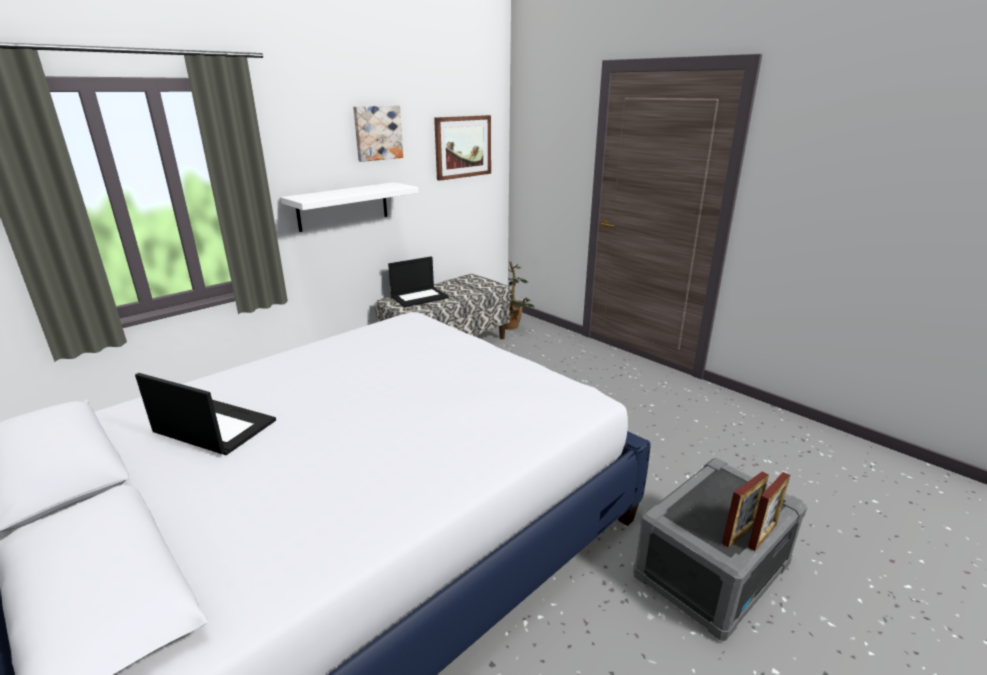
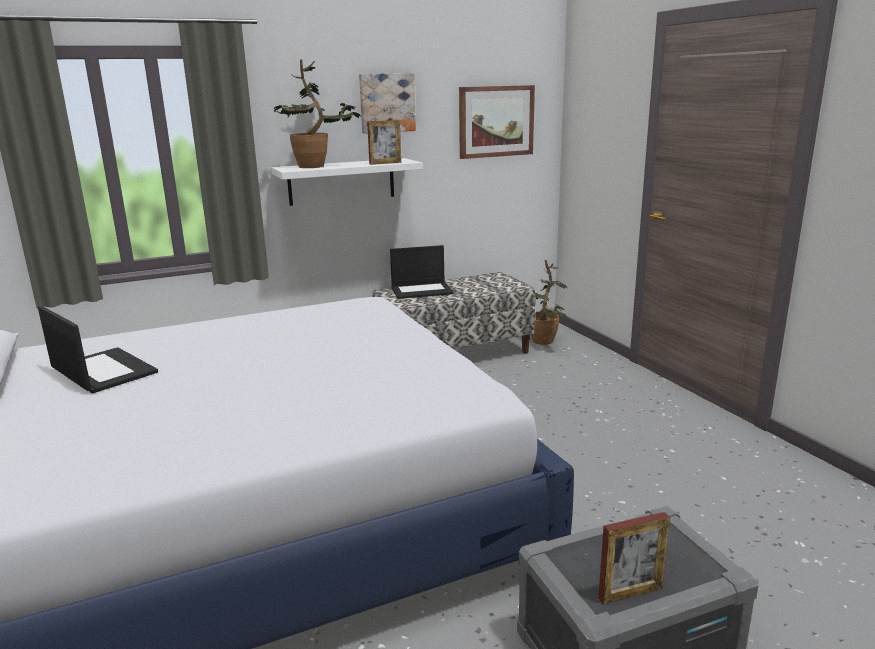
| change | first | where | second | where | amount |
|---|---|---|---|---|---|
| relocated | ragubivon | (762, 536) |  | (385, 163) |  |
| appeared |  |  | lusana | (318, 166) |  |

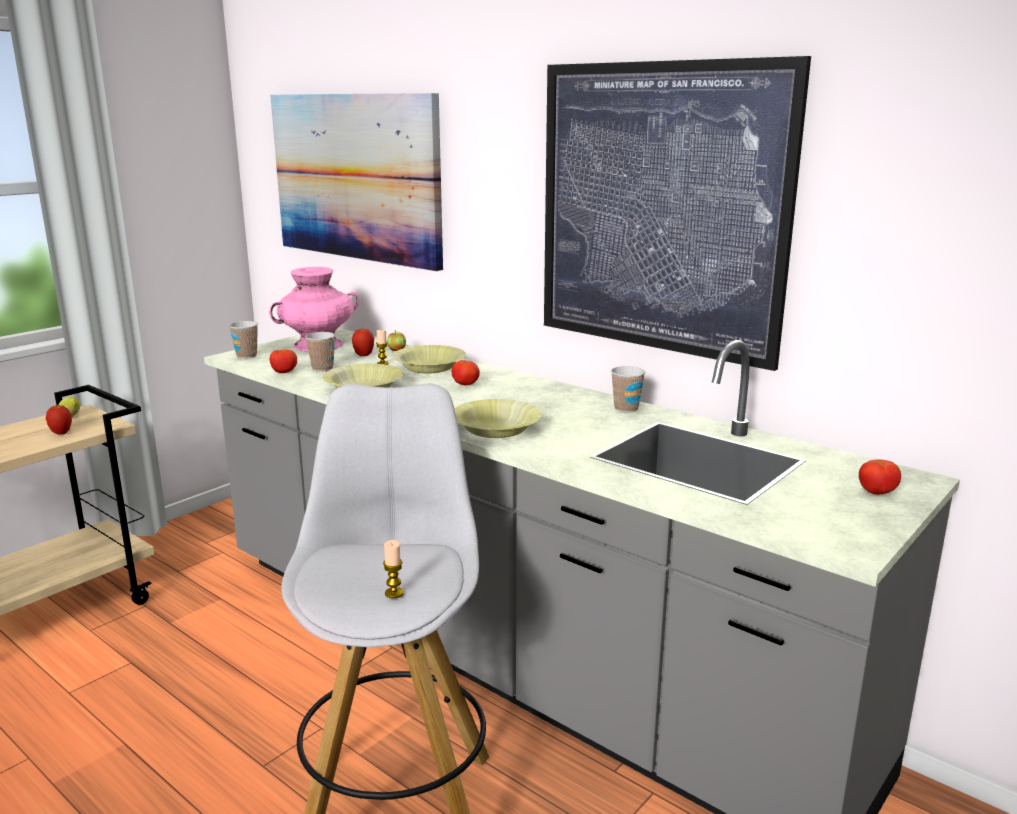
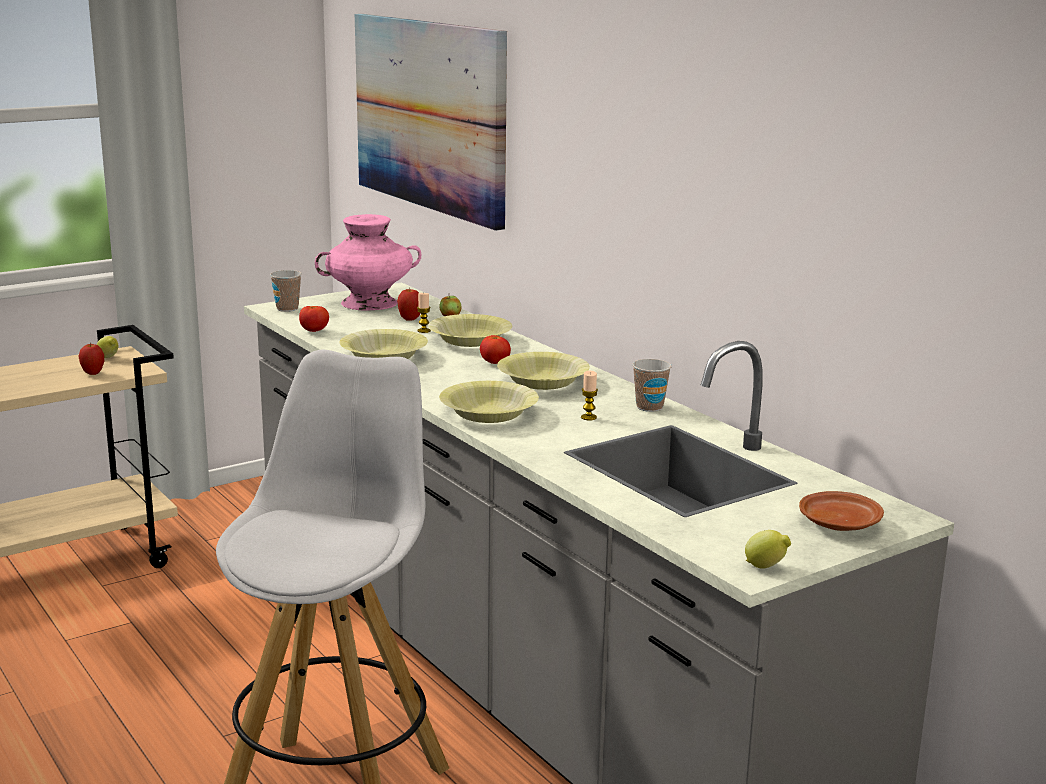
| change | first | where | second | where | amount |
|---|---|---|---|---|---|
| missing | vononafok | (659, 210) |  |  |  |
| missing | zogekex | (322, 368) |  |  |  |
| exchanged | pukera | (877, 493) | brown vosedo | (839, 524) |  |
| relocated | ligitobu | (394, 593) |  | (588, 417) |  |
| appeared |  |  | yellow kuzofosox | (543, 382) |  |
| appeared |  |  | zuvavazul | (766, 567) |  |

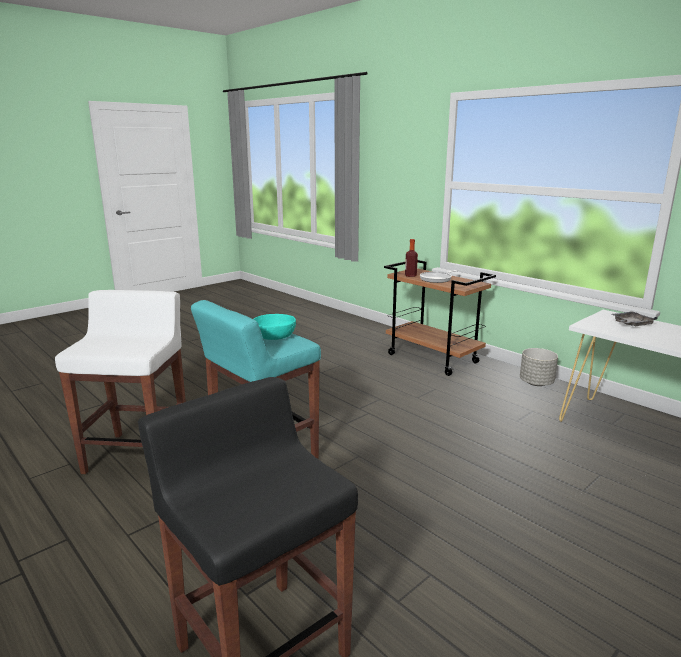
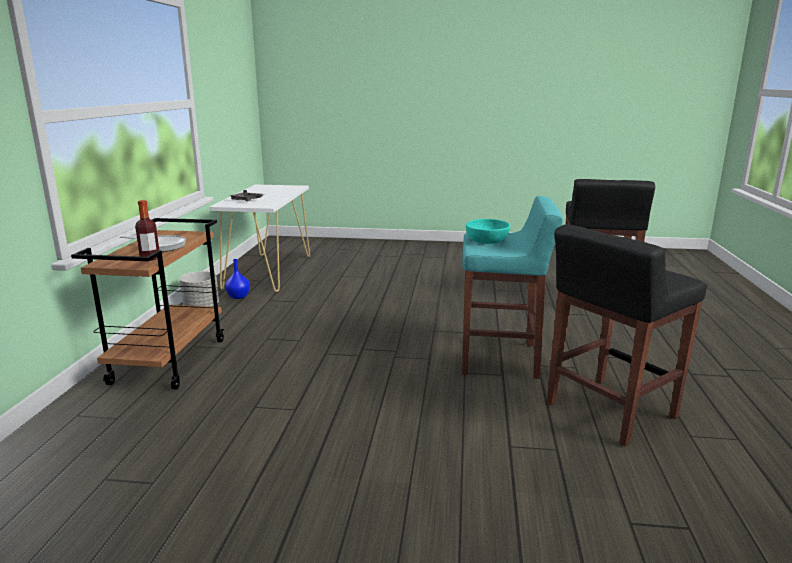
| change | first | where | second | where | amount |
|---|---|---|---|---|---|
| colour | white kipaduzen | (139, 454) | black kipaduzen | (609, 411) |  |
| appeared |  |  | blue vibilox | (238, 296) |  |

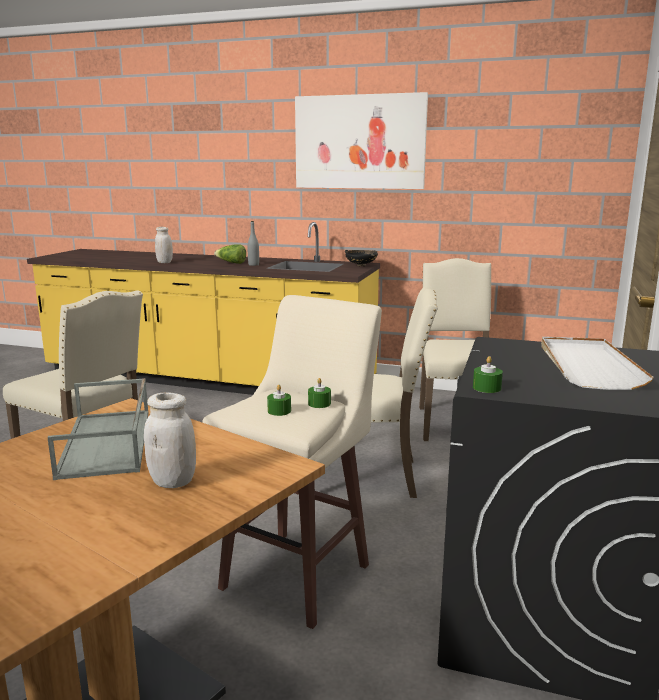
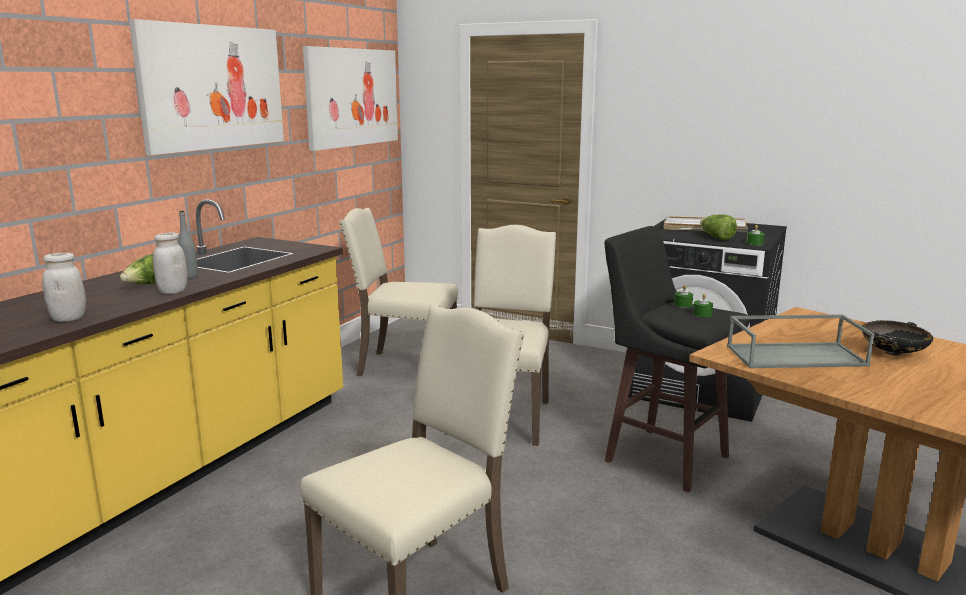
| change | first | where | second | where | amount |
|---|---|---|---|---|---|
| relocated | black kuzofosox | (361, 265) |  | (893, 353) |  |
| colour | beige kipaduzen | (299, 574) | black kipaduzen | (663, 457) |  |
| relocated | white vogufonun | (173, 481) |  | (173, 291) |  |
| appeared |  |  | vononafok | (352, 97) |  |
| appeared |  |  | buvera | (716, 237) |  |

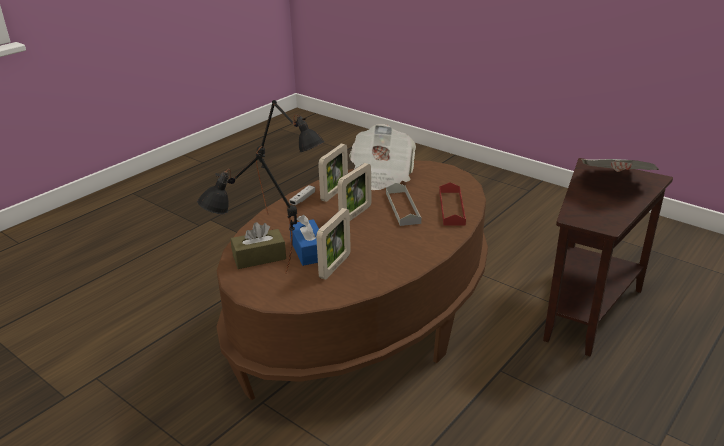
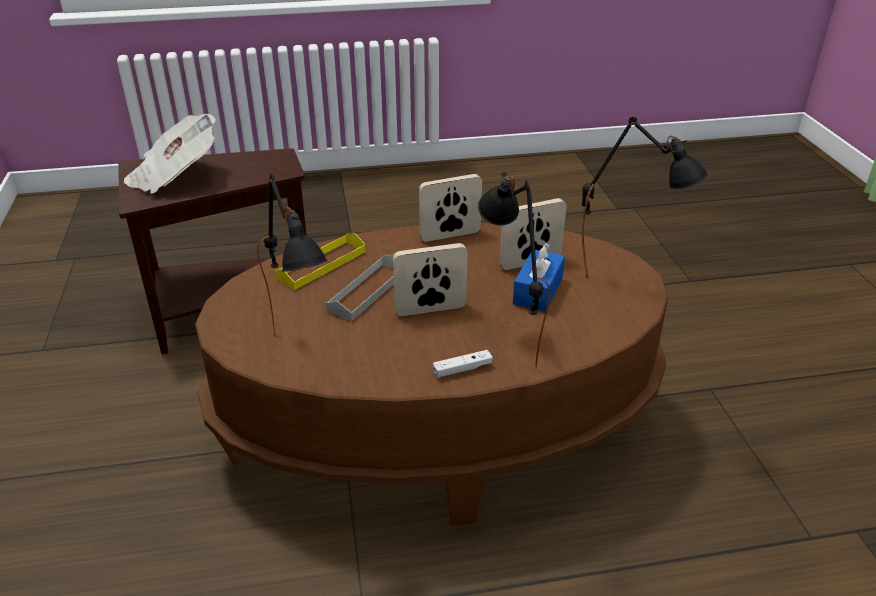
| change | first | where | second | where | amount |
|---|---|---|---|---|---|
| exchanged | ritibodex | (382, 174) | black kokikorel | (302, 355) |  |
| relocated | ragubivon | (334, 193) |  | (450, 235) |  |
| colour | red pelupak | (451, 208) | yellow pelupak | (321, 264) |  |
| missing | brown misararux | (259, 257) |  |  |  |

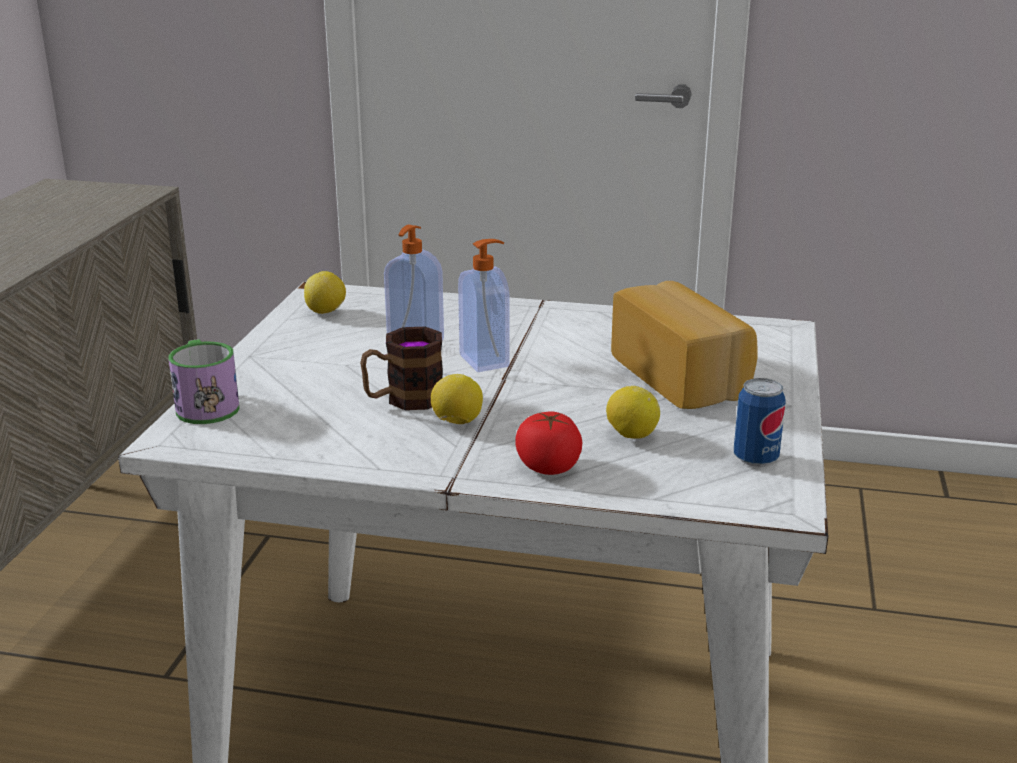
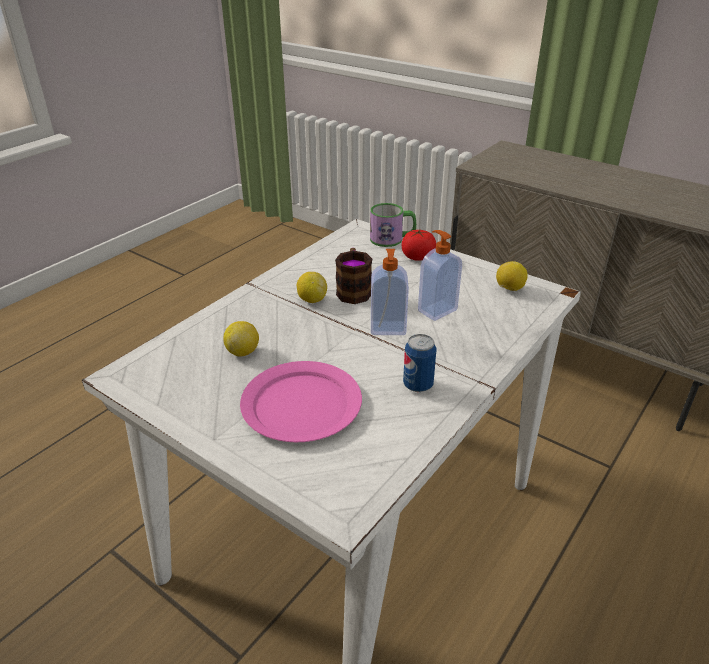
| change | first | where | second | where | amount |
|---|---|---|---|---|---|
| exchanged | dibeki | (683, 376) | pink vosedo | (301, 405) |  |
| relocated | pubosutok | (755, 459) |  | (418, 385) |  |
| relocated | pukera | (548, 467) |  | (418, 257) |  |

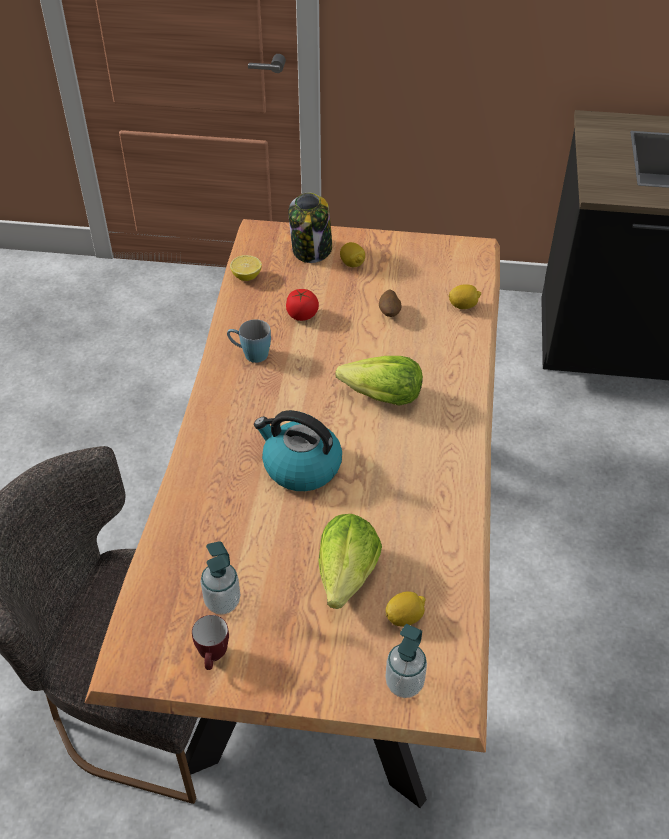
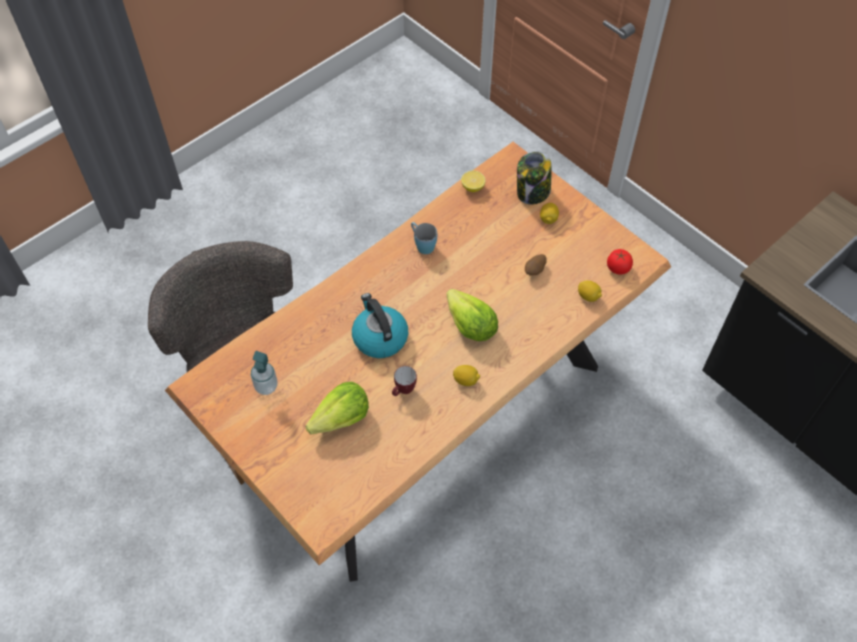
| change | first | where | second | where | amount |
|---|---|---|---|---|---|
| relocated | pukera | (302, 315) |  | (618, 268) |  |
| relocated | zuvavazul | (404, 617) |  | (466, 380) |  |
| relocated | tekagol | (213, 658) |  | (403, 391) |  |
| missing | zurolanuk | (404, 683) |  |  |  |

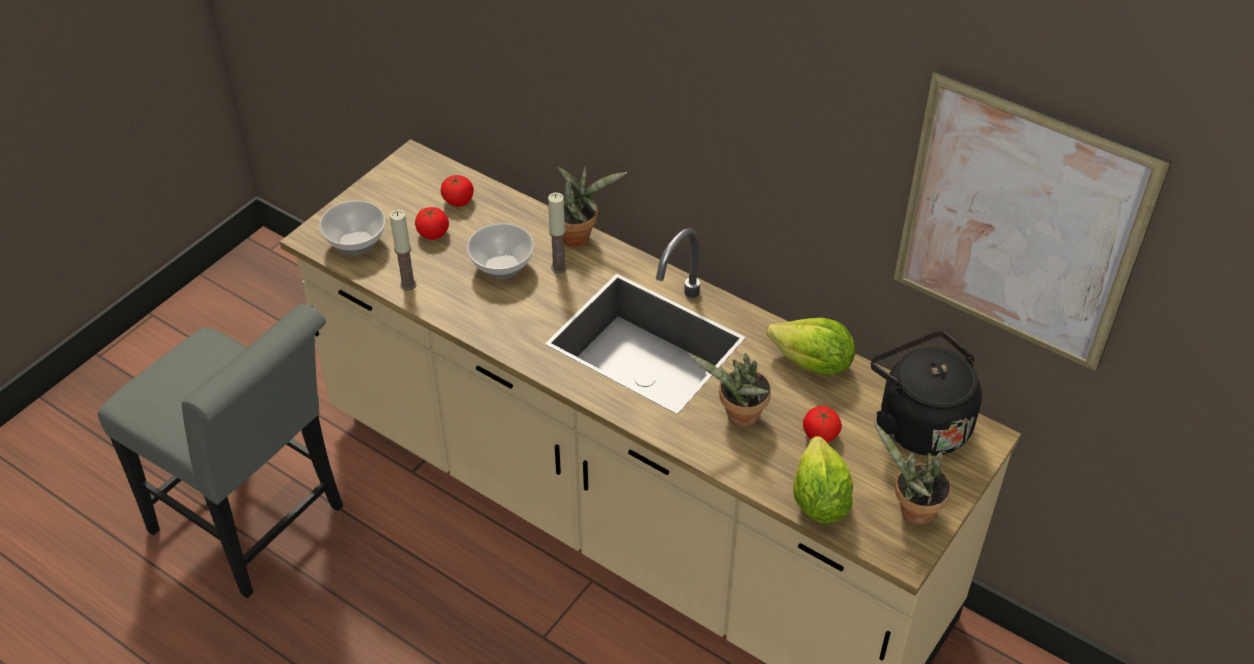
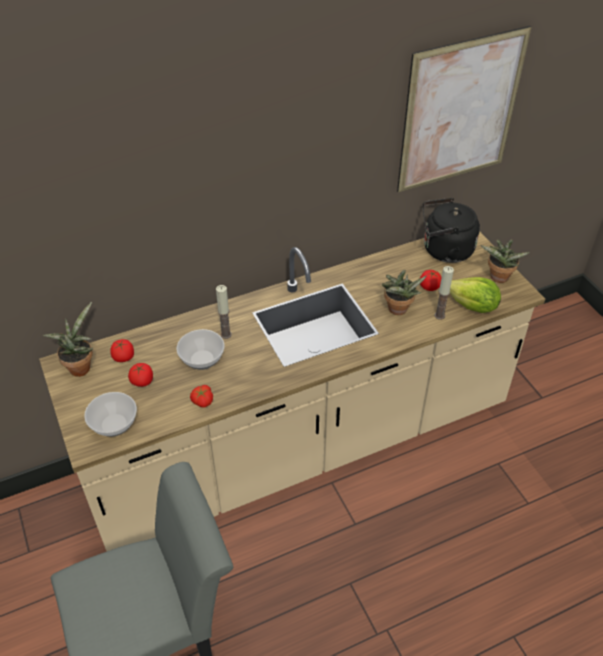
| change | first | where | second | where | amount |
|---|---|---|---|---|---|
| relocated | lusana | (579, 236) |  | (80, 366) |  |
| relocated | ligitobu | (408, 284) |  | (439, 315) |  |
| missing | buvera | (812, 364) |  |  |  |
| appeared |  |  | pukera | (202, 401) |  |

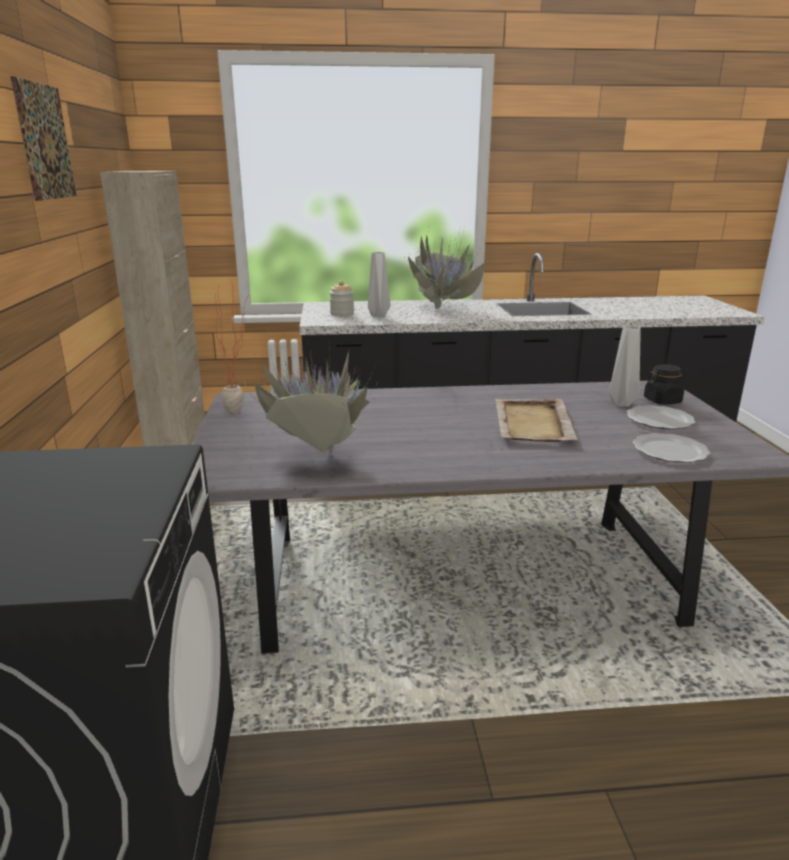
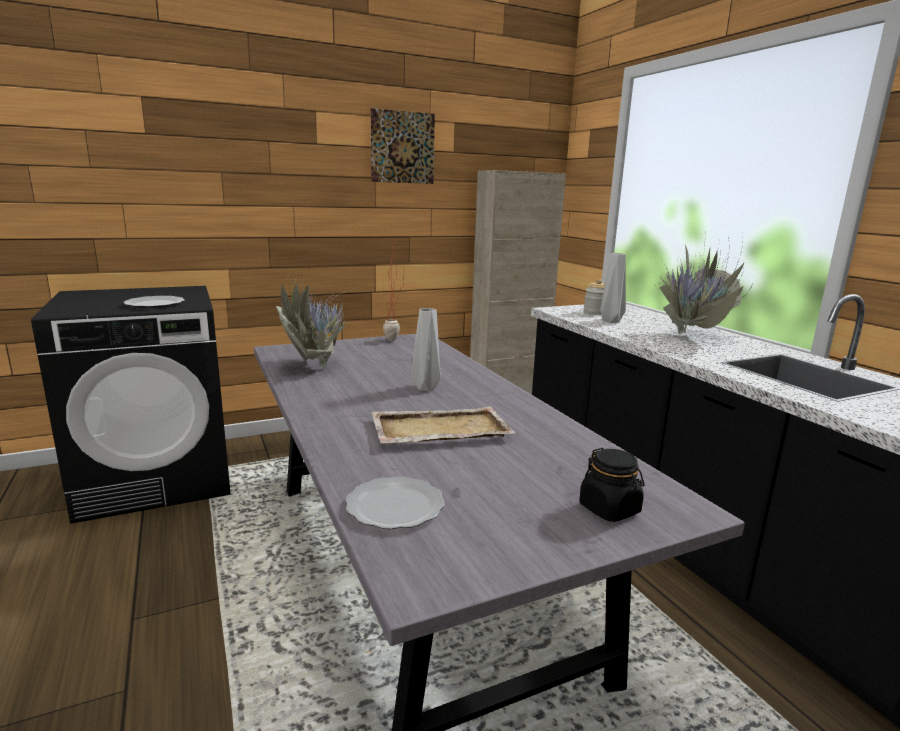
| change | first | where | second | where | amount |
|---|---|---|---|---|---|
| relocated | grey vibilox | (620, 403) |  | (427, 388) |  |
| relocated | vosedo | (658, 420) |  | (155, 304) |  |

